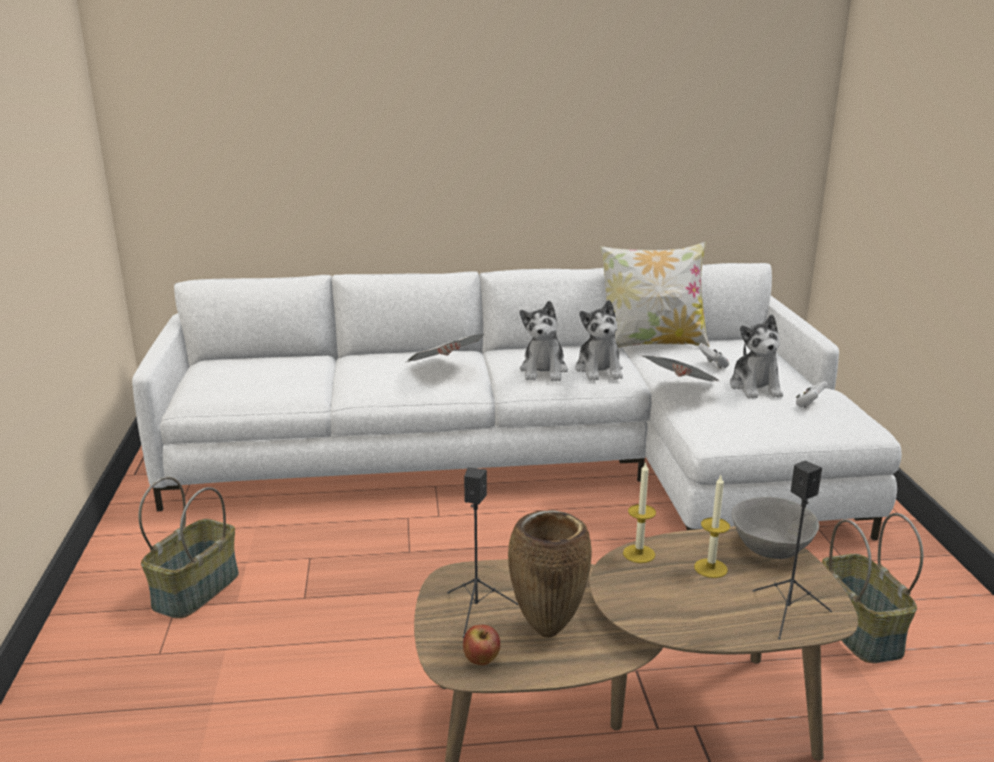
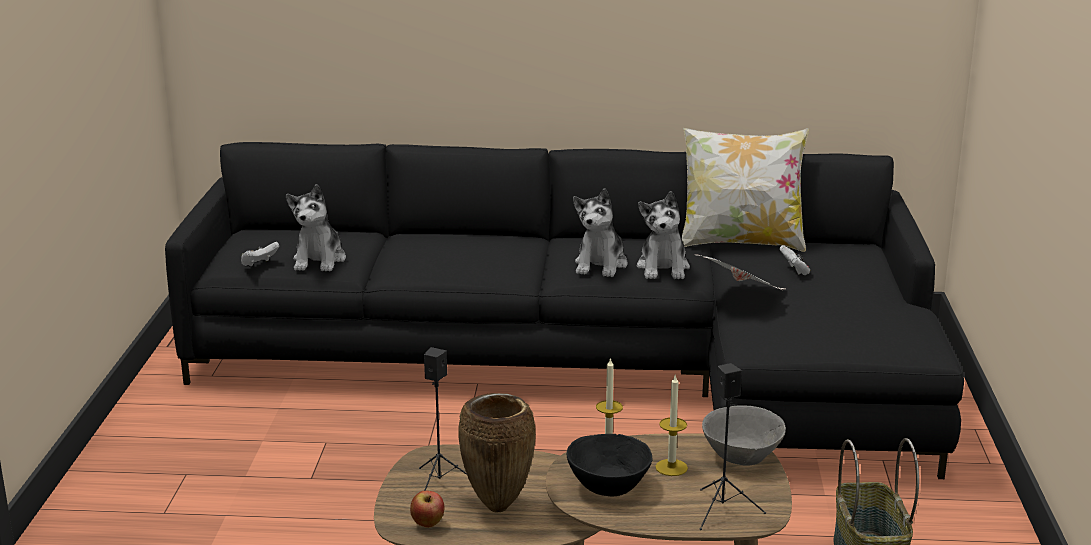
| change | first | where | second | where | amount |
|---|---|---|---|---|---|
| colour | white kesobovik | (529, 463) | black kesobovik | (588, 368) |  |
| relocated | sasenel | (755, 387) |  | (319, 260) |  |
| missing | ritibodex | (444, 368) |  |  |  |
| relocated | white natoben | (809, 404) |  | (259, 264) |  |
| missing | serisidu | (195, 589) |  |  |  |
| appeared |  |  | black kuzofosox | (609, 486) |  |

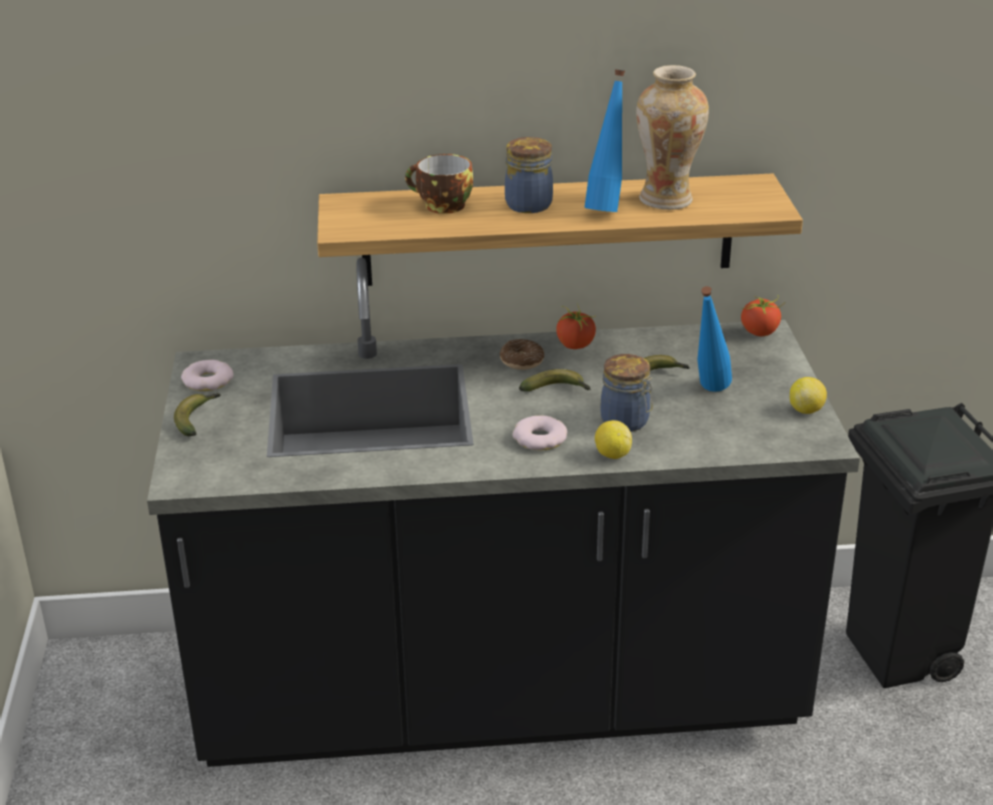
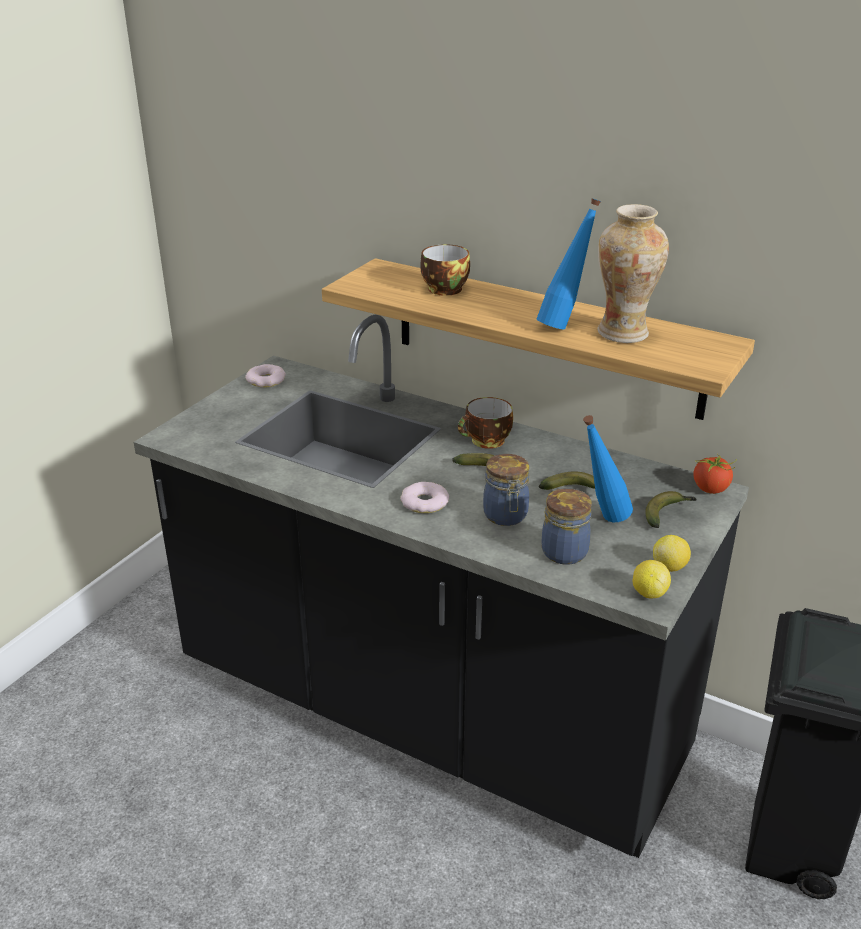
| change | first | where | second | where | amount |
|---|---|---|---|---|---|
| relocated | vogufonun | (527, 204) |  | (564, 551) |  |
| missing | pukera | (575, 345) |  |  |  |
| exchanged | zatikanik | (521, 361) | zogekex | (486, 441) |  |
| relocated | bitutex | (197, 419) |  | (668, 513) |  |
| relocated | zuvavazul | (612, 454) |  | (649, 593) |  |

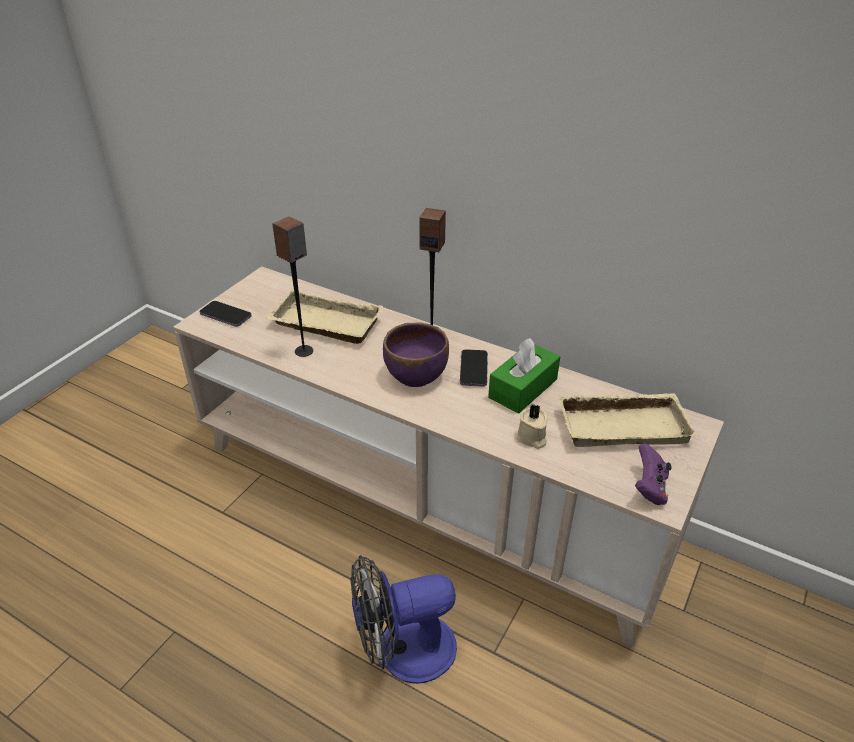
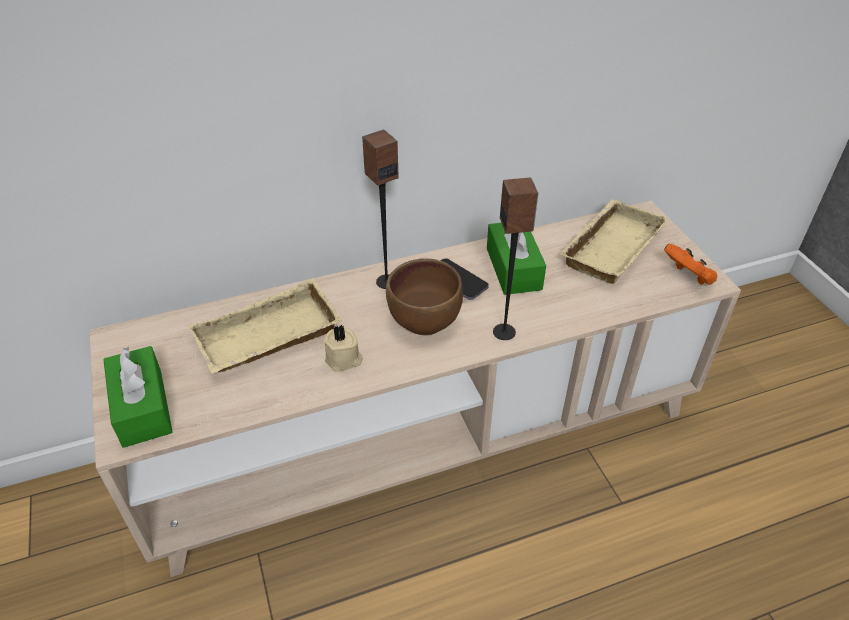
| change | first | where | second | where | amount |
|---|---|---|---|---|---|
| relocated | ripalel | (304, 351) |  | (504, 332) |  |
| exchanged | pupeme | (225, 315) | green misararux | (142, 407) |  |
| colour | purple kuzofosox | (416, 376) | brown kuzofosox | (425, 320) |  |
| relocated | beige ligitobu | (532, 438) |  | (344, 360) |  |
| colour | purple natoben | (649, 488) | orange natoben | (688, 277) |  |
| missing | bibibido | (403, 652) |  |  |  |

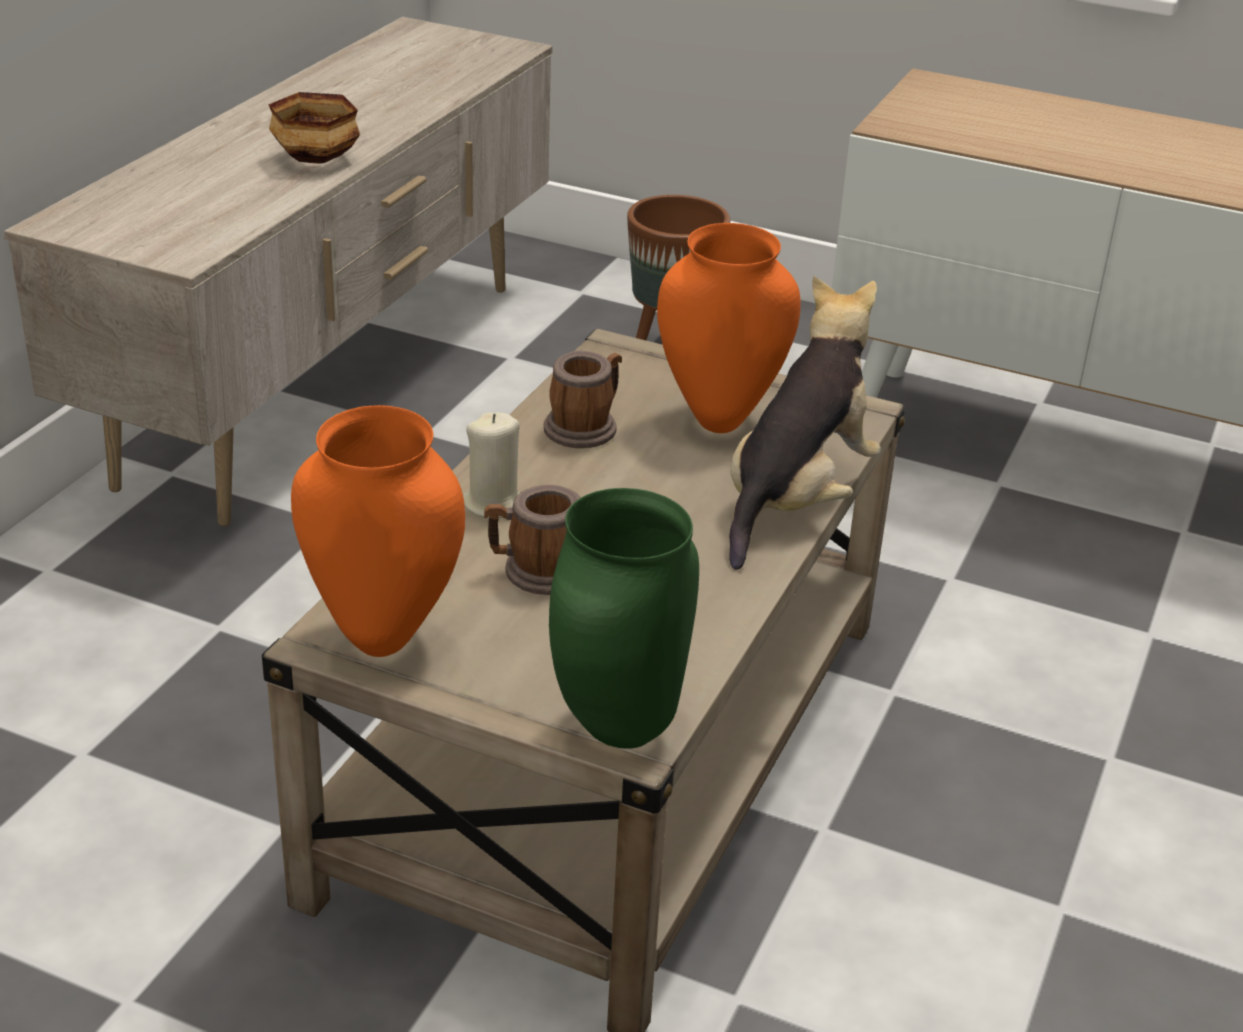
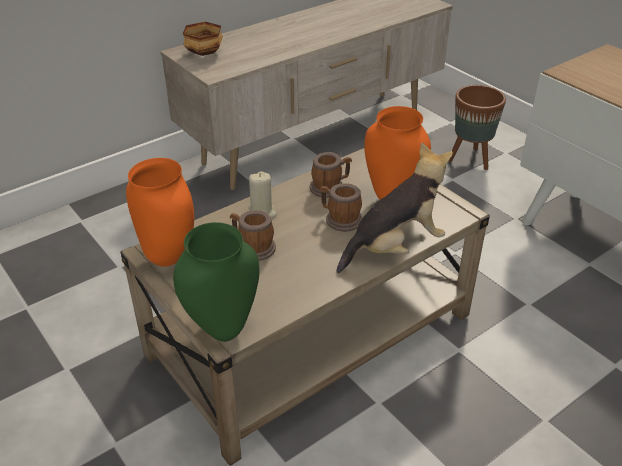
| change | first | where | second | where | amount |
|---|---|---|---|---|---|
| relocated | kuzofosox | (318, 158) |  | (205, 53) |  |
| appeared |  |  | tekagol | (340, 219) |  |

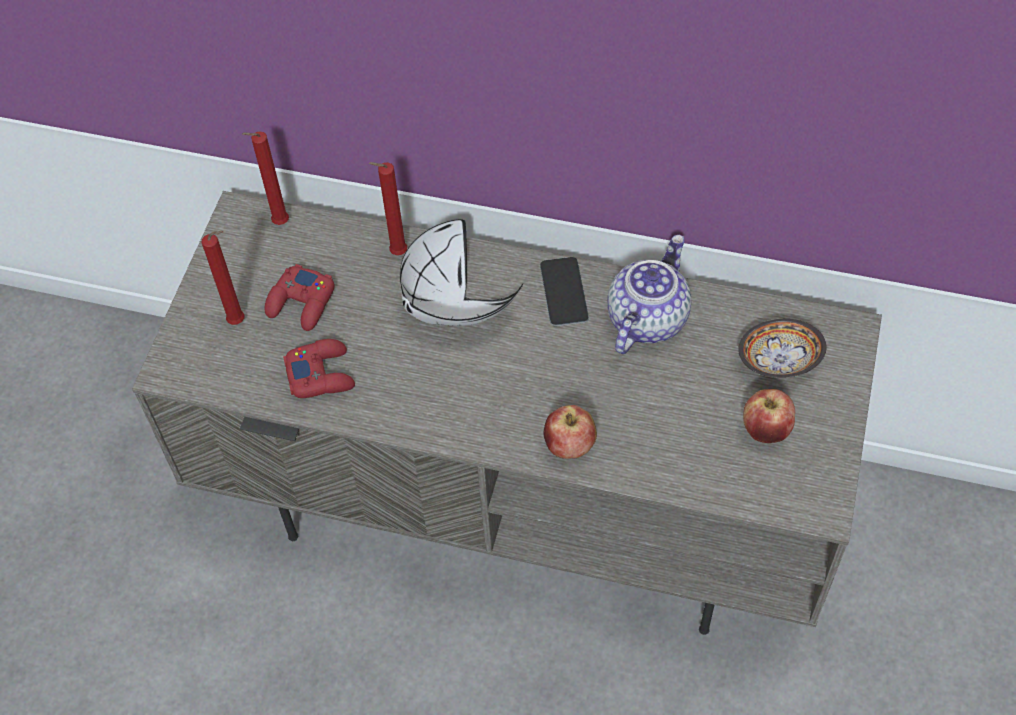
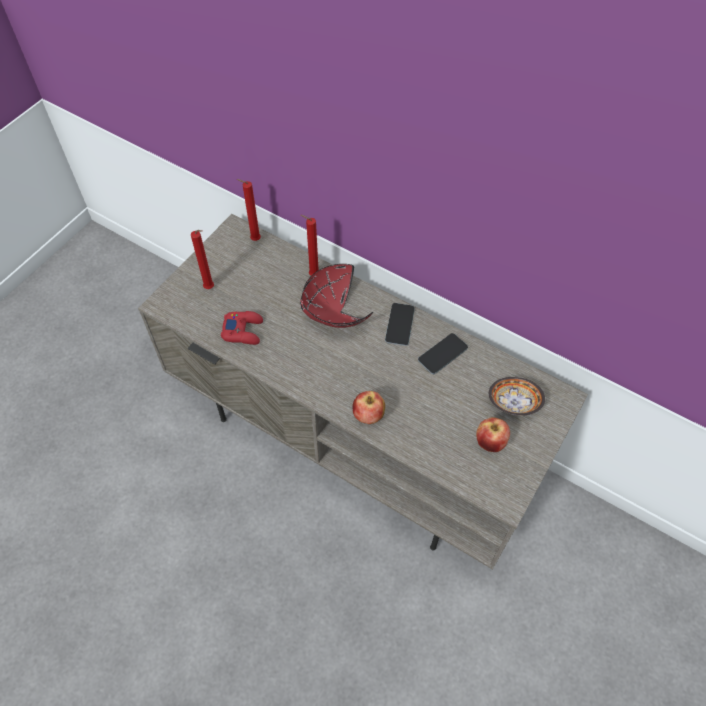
| change | first | where | second | where | amount |
|---|---|---|---|---|---|
| colour | white kuzofosox | (454, 306) | red kuzofosox | (333, 314) |  |
| exchanged | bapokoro | (646, 318) | pupeme | (442, 354) |  |
| missing | red natoben | (302, 303) |  |  |  |

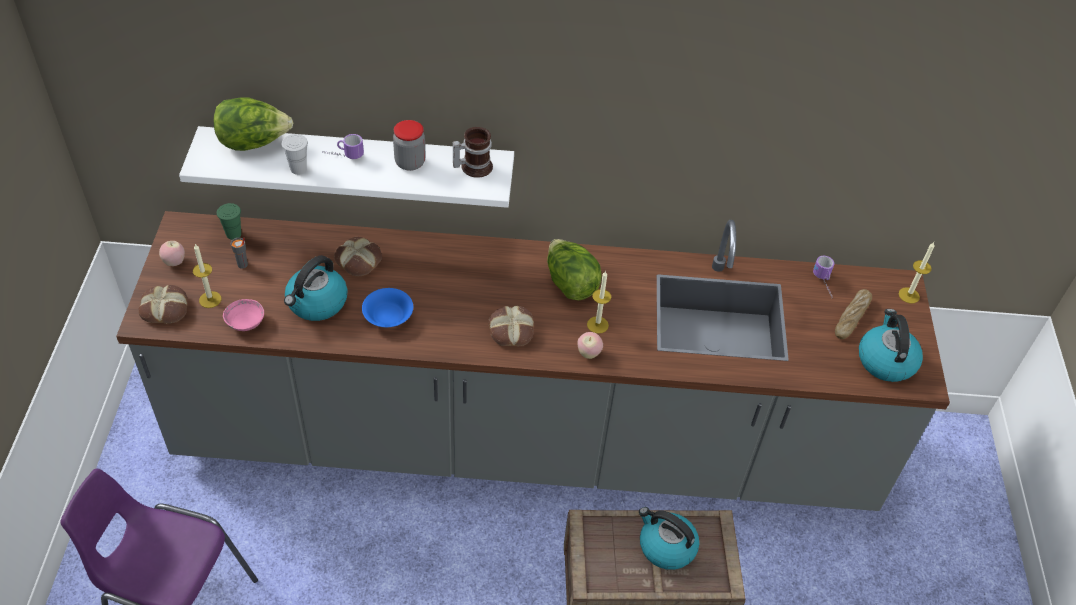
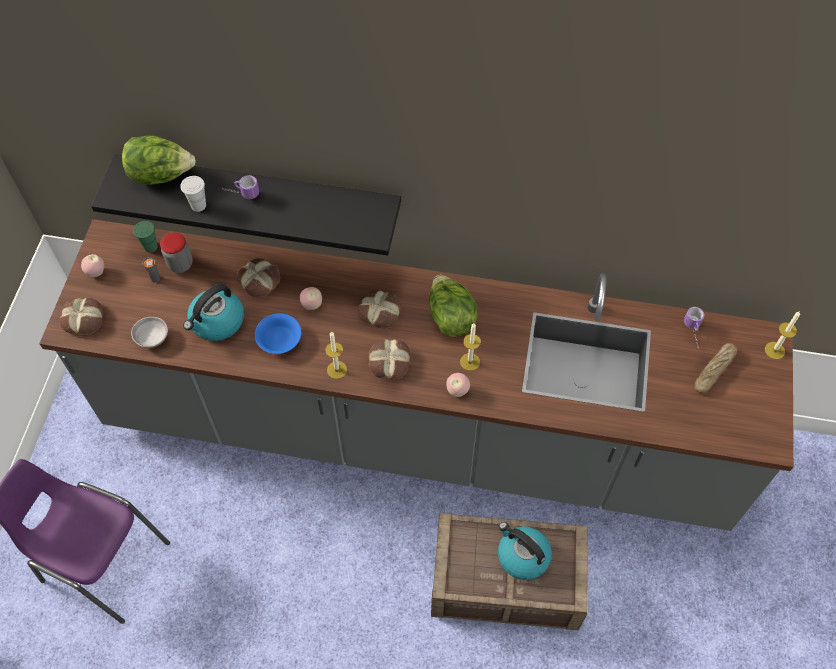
| change | first | where | second | where | amount |
|---|---|---|---|---|---|
| relocated | vogufonun | (410, 162) |  | (180, 264) |  |
| colour | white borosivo | (358, 164) | black borosivo | (259, 195) |  |
| missing | tekagol | (473, 166) |  |  |  |
| relocated | ligitobu | (210, 299) |  | (337, 370) |  |
| colour | pink kuzofosox | (245, 322) | grey kuzofosox | (152, 338) |  |
| missing | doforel | (885, 360) |  |  |  |
| appeared |  |  | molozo | (312, 305) |  |
| appeared |  |  | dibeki | (380, 311) |  |

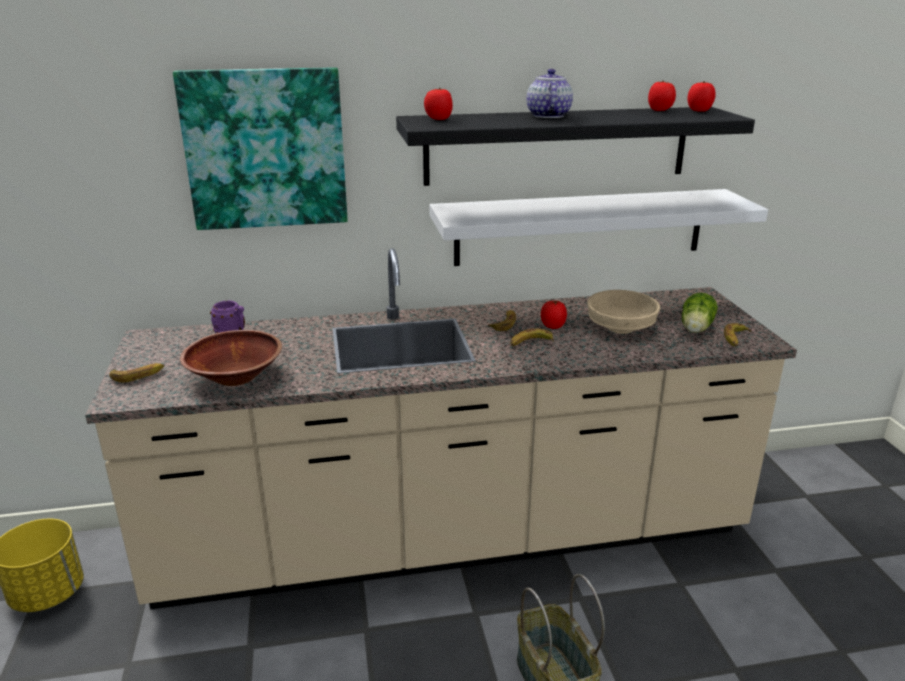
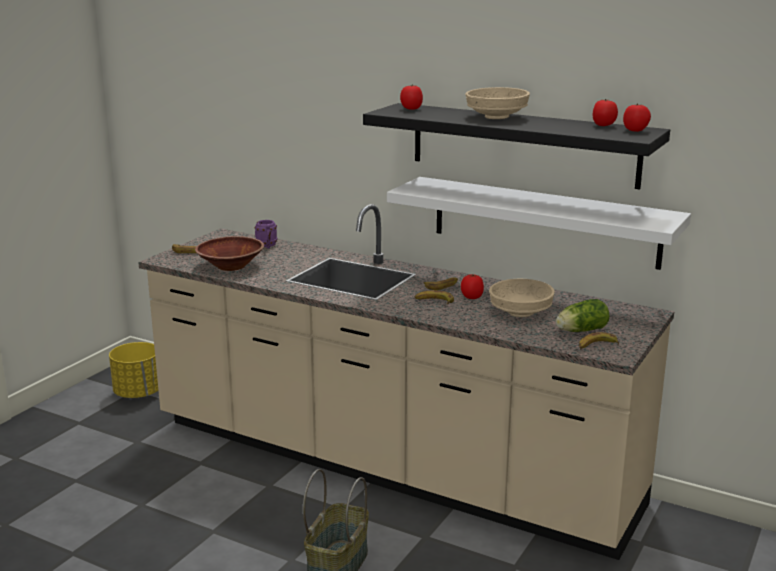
| change | first | where | second | where | amount |
|---|---|---|---|---|---|
| missing | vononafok | (265, 149) |  |  |  |
| exchanged | bapokoro | (547, 115) | beige kuzofosox | (496, 117) |  |

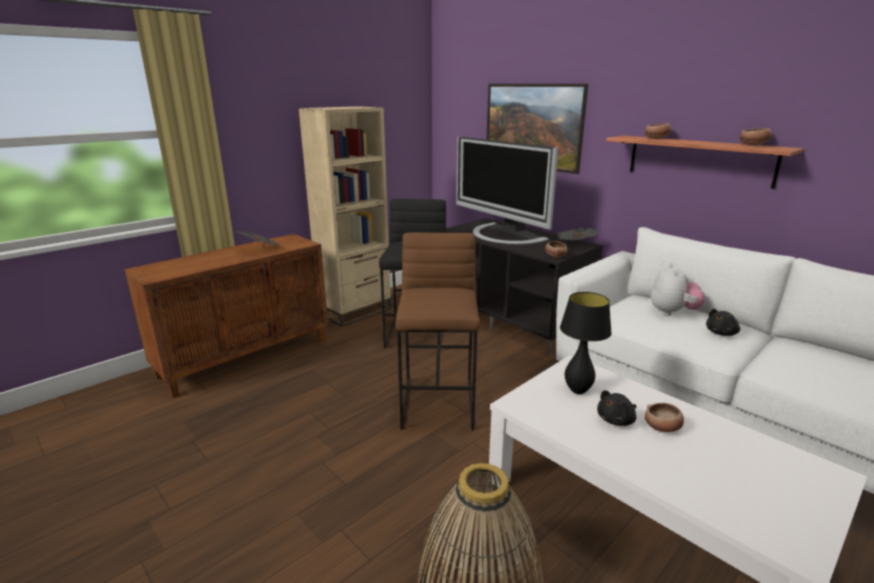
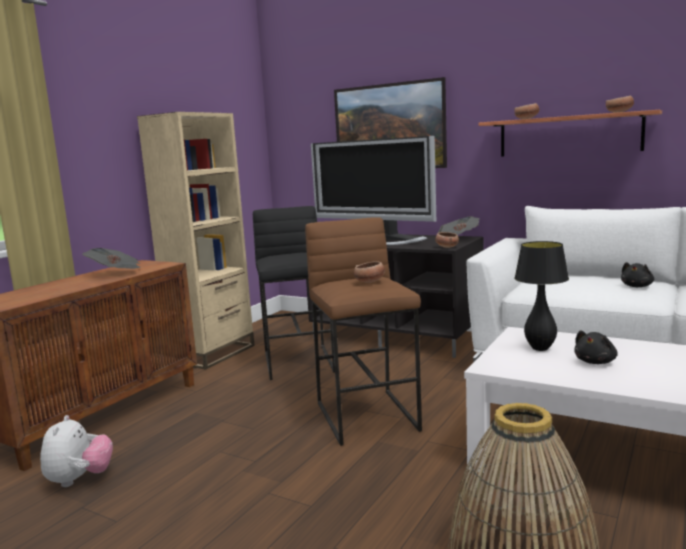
| change | first | where | second | where | amount |
|---|---|---|---|---|---|
| relocated | sasenel | (672, 312) |  | (79, 479) |  |
| relocated | kuzofosox | (662, 428) |  | (370, 282) |  |

